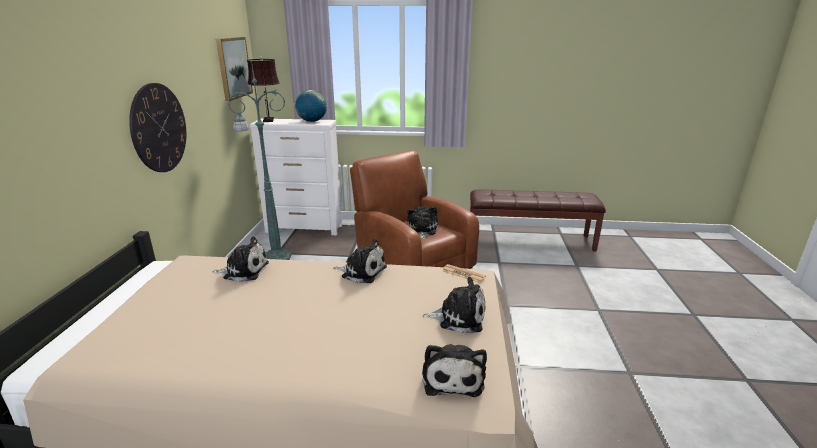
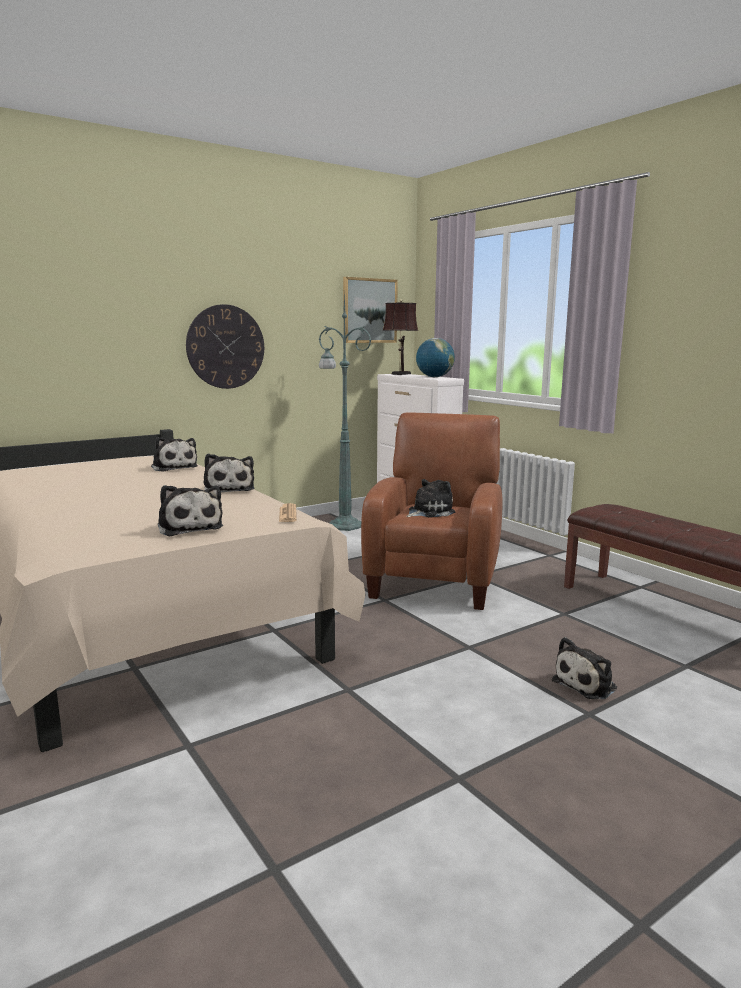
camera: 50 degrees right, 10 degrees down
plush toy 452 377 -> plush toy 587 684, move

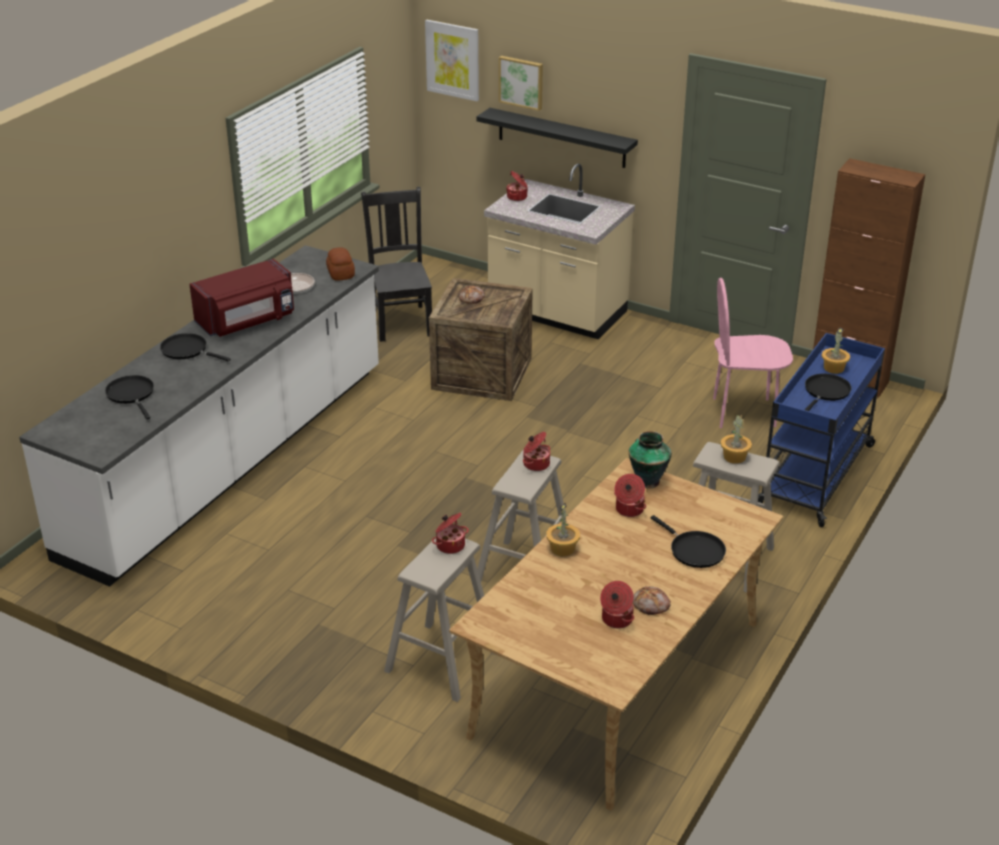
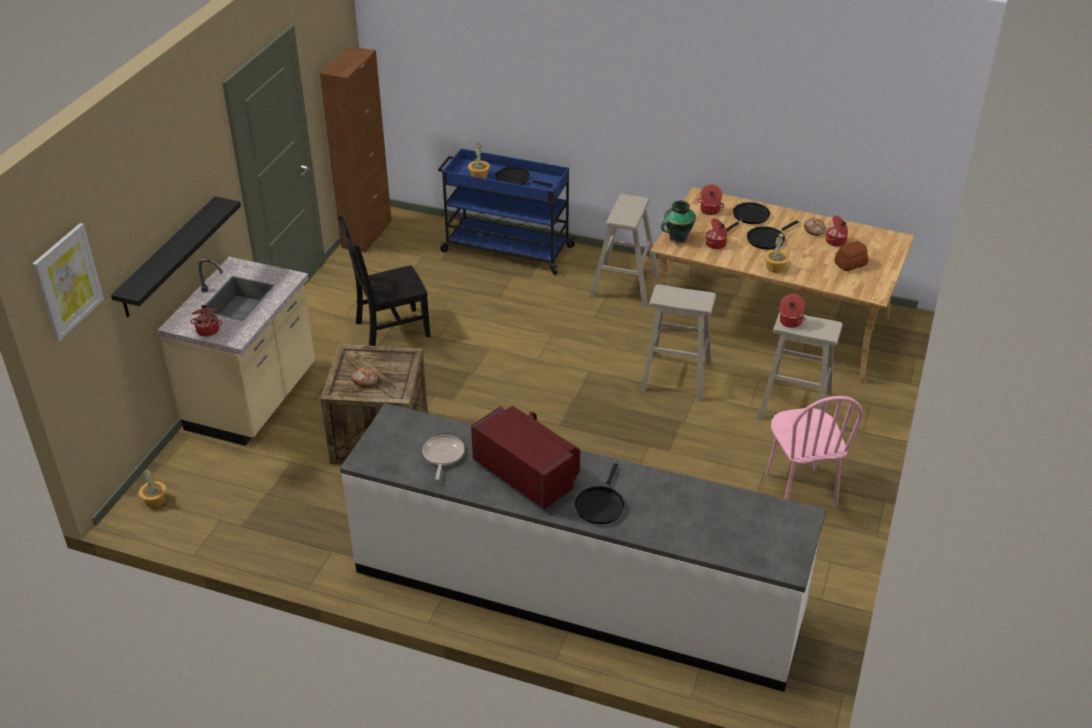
camera: 100 degrees left, 5 degrees up
picture 521 82 -> none
black frying pan 131 394 -> black frying pan 767 239, move
bread 341 273 -> bread 850 264, move
black chair 401 321 -> black chair 389 330, move
cooking pot 535 464 -> cooking pot 709 211, move
pink chair 744 412 -> pink chair 800 491, move
potted plant 734 457 -> potted plant 155 501, move

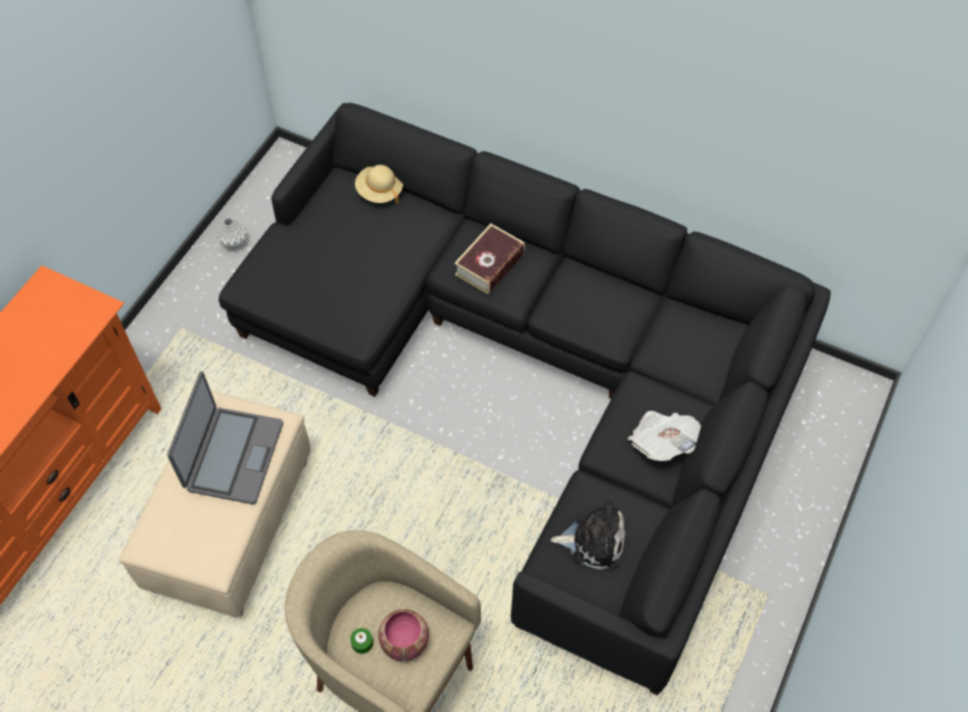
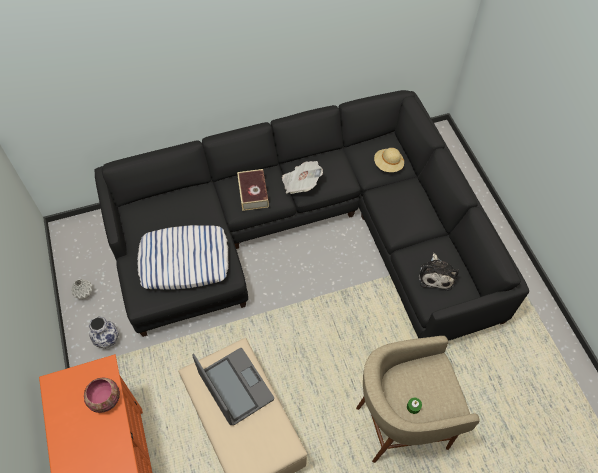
camera: 45 degrees left, 0 degrees up
none -> vase 108 340
none -> pillow 184 260
beige hat 379 191 -> beige hat 388 165, move
bowl 403 641 -> bowl 104 400, move
newspaper 662 442 -> newspaper 301 183, move
plush toy 593 541 -> plush toy 436 275, 135 degrees clockwise

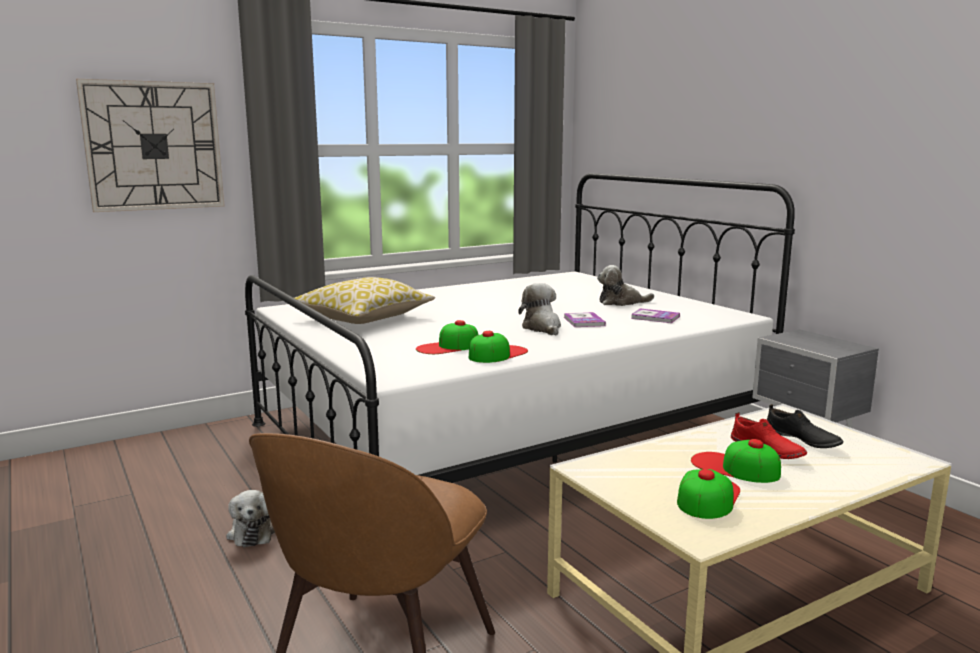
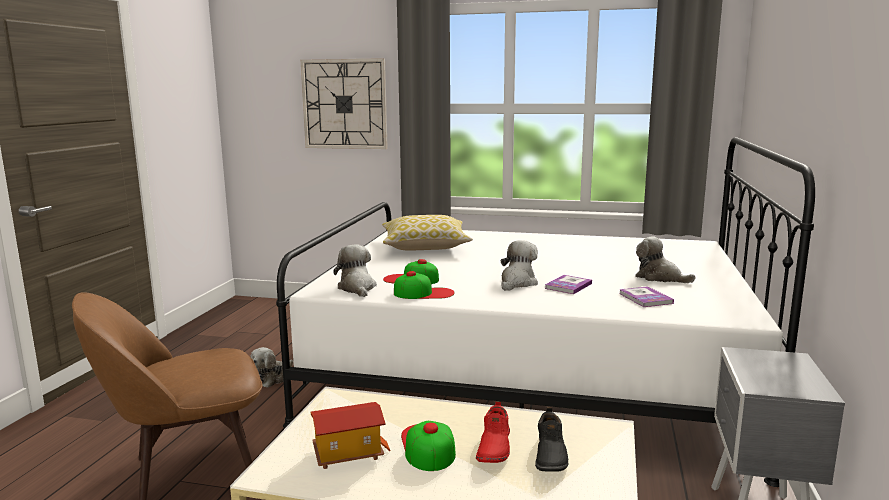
camera: 45 degrees right, 0 degrees up
none -> plush toy 357 288
cap 707 496 -> toy house 348 453

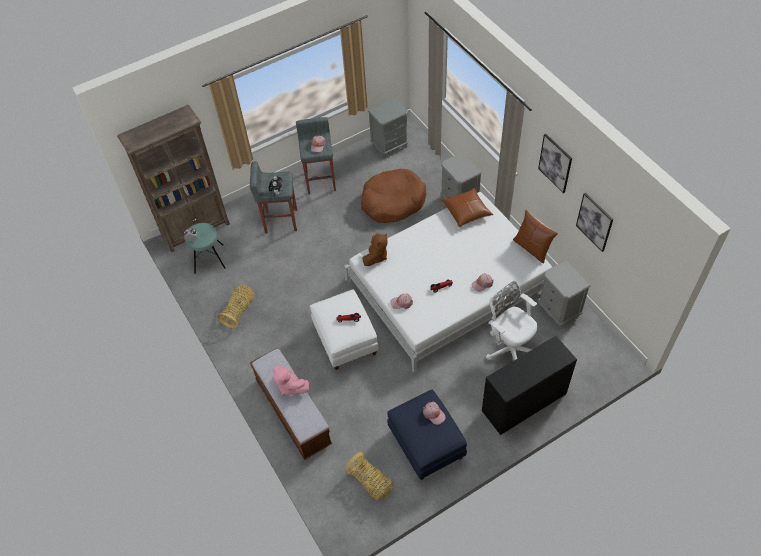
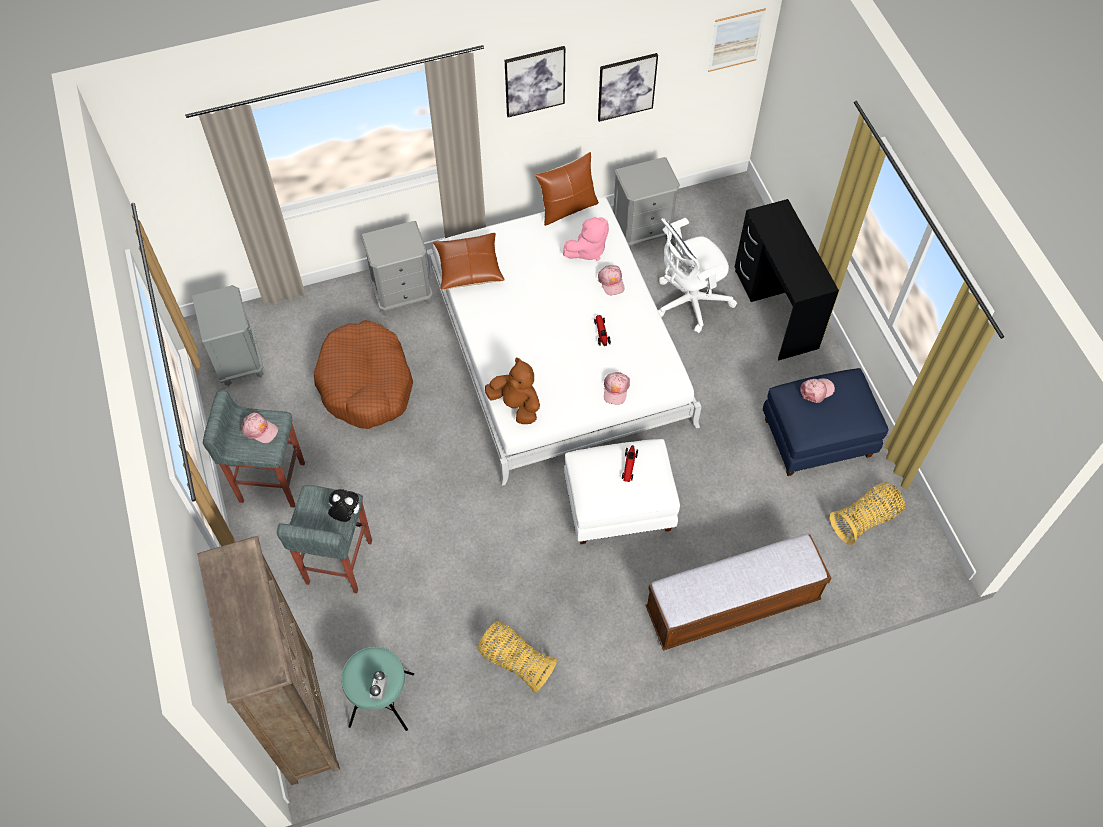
camera: 80 degrees left, 5 degrees up
none -> picture 736 40
pink plush toy 290 386 -> pink plush toy 588 250, move

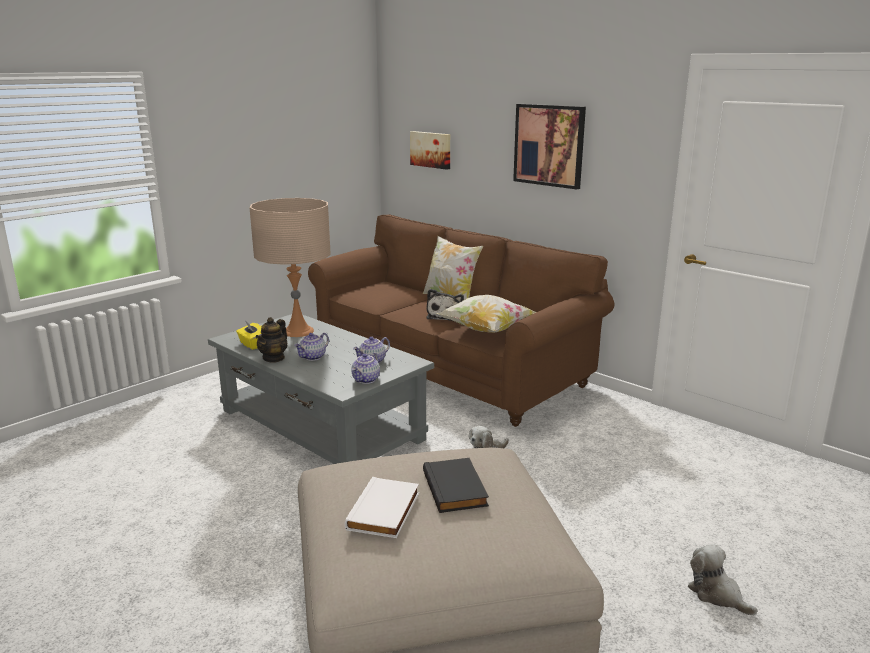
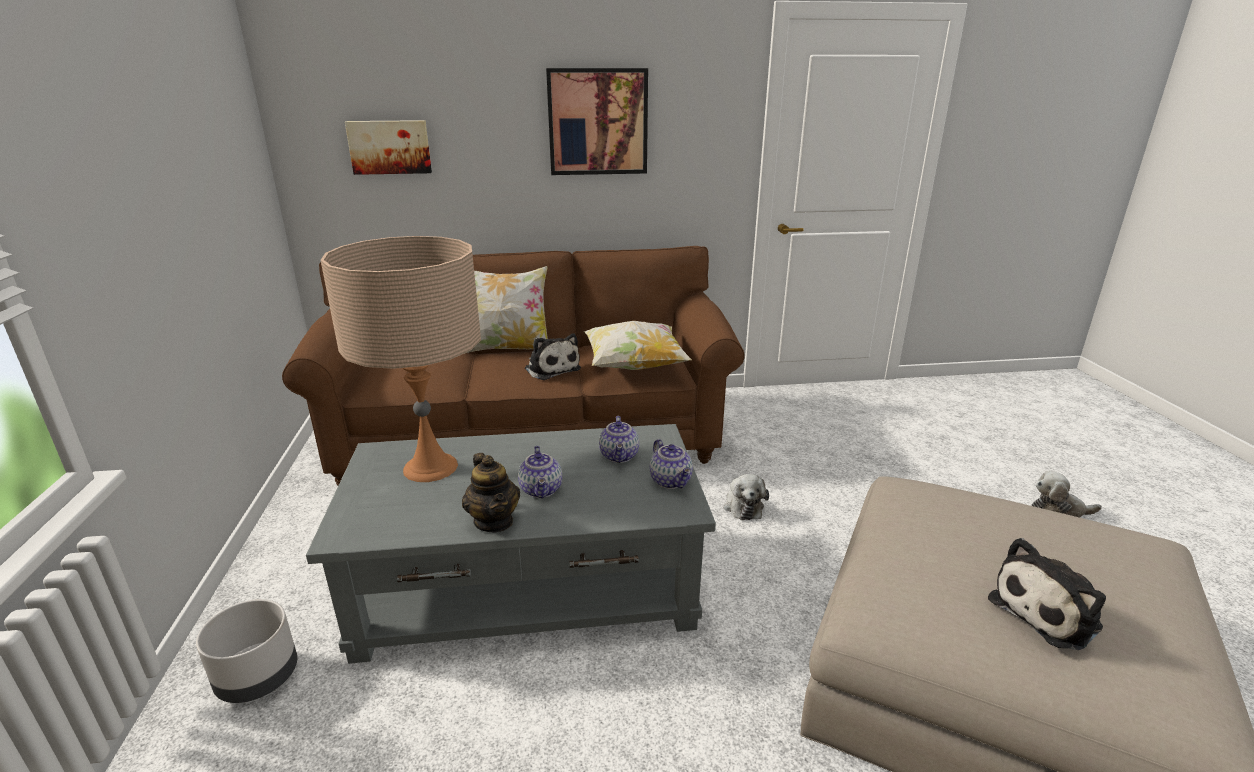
camera: 50 degrees left, 5 degrees up
yellow tissue box 252 344 -> none
black book 456 489 -> none
none -> grey planter 258 678
white book 385 512 -> plush toy 1048 612

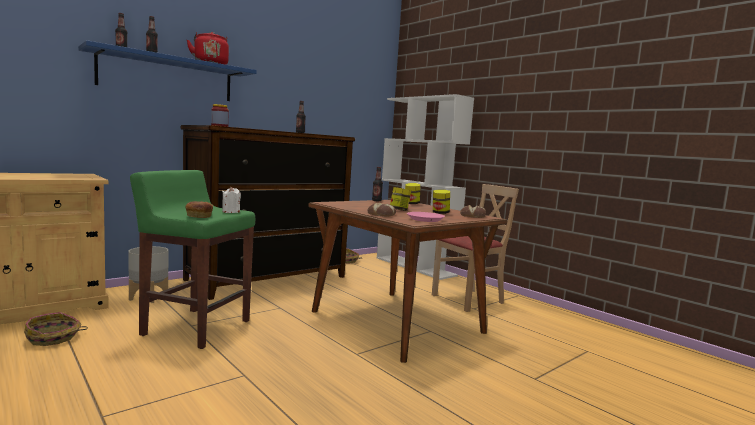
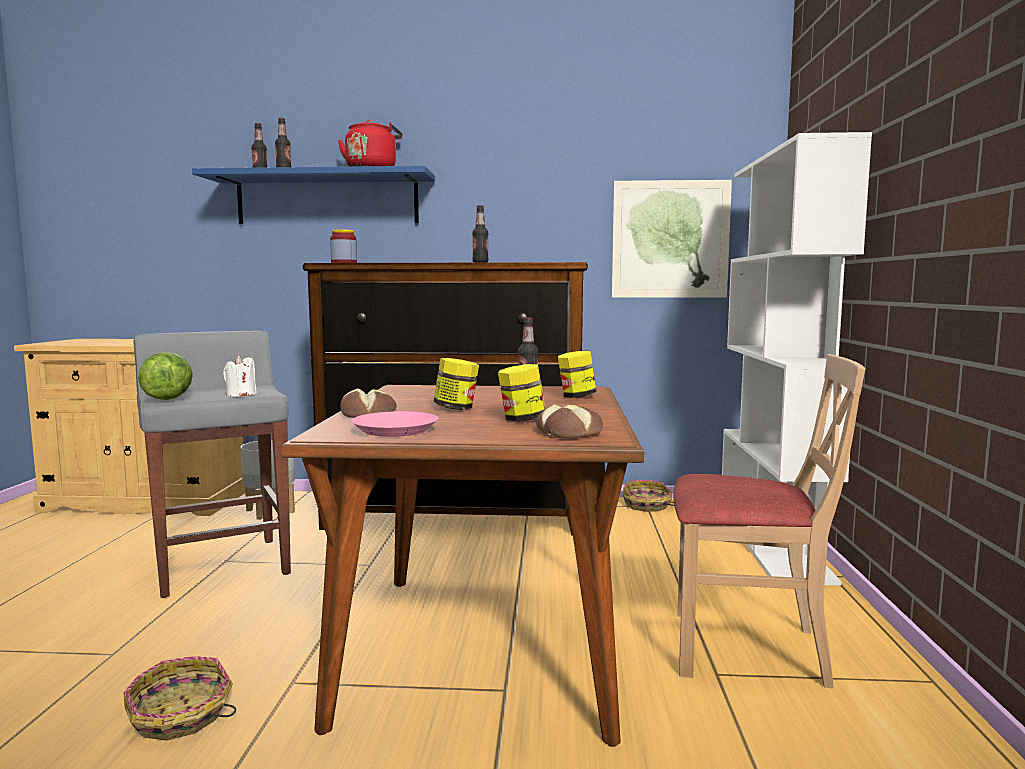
camera: 45 degrees right, 0 degrees up
none -> picture 670 239
basket 53 338 -> basket 181 716, move
bread 198 216 -> lettuce 167 398
green stool 195 327 -> grey stool 222 565

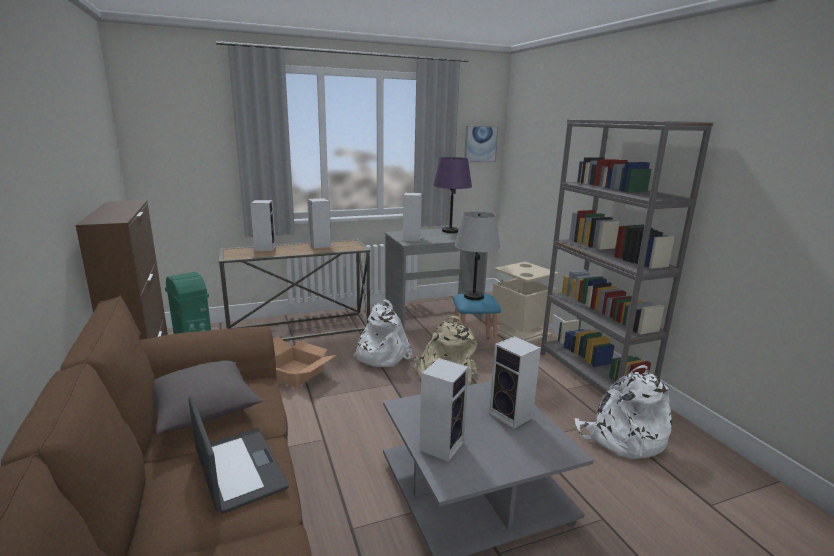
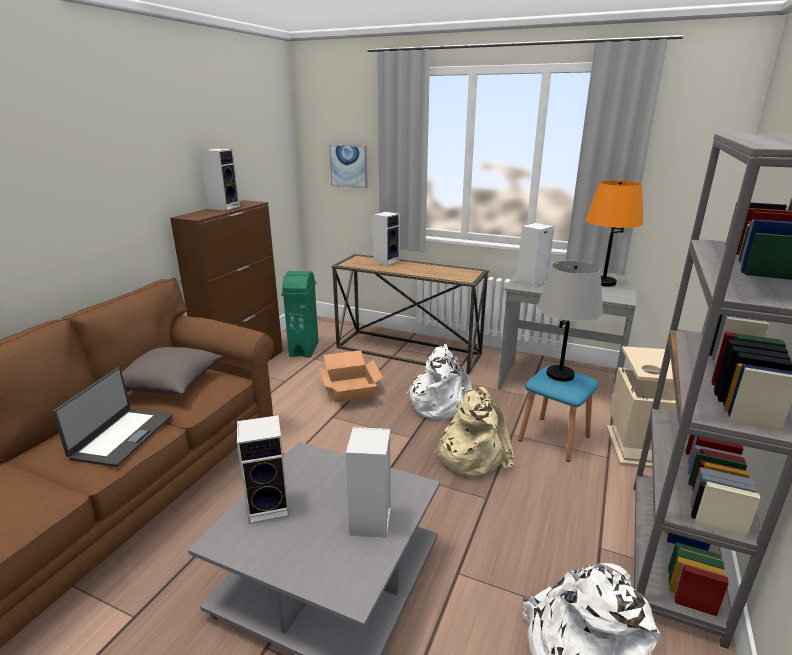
camera: 45 degrees right, 5 degrees up
speaker 319 245 -> speaker 224 207, move
picture 480 144 -> picture 349 166, move
purple table lamp 450 231 -> orange table lamp 603 282

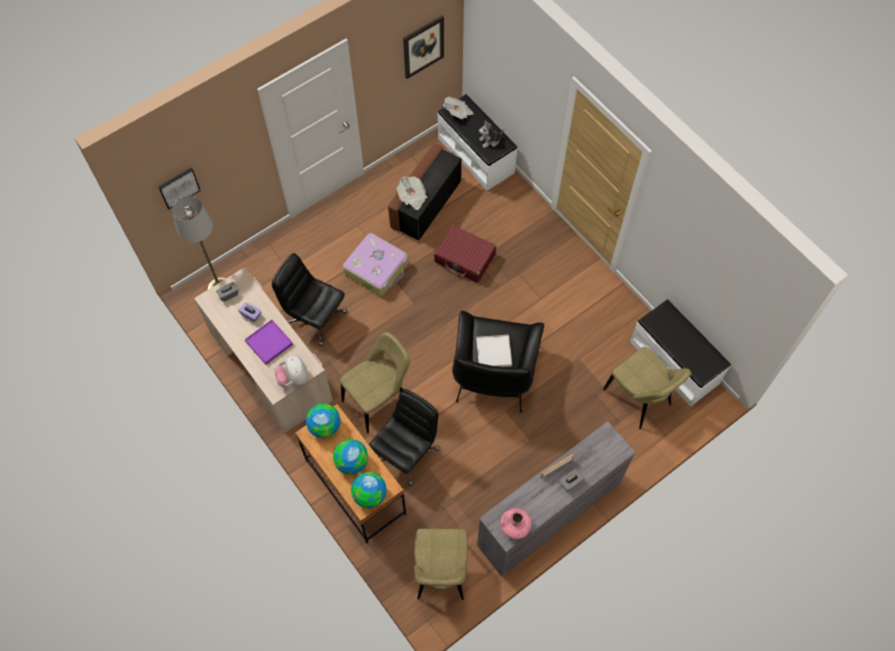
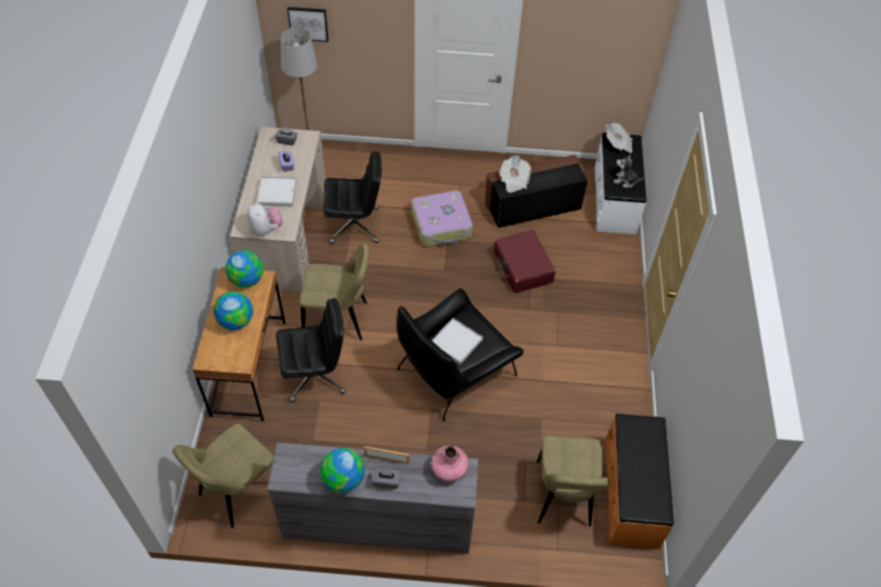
camera: 40 degrees right, 10 degrees down
picture 423 47 -> none
globe 370 495 -> globe 343 480, move
pink vase 515 526 -> pink vase 449 470, move
purple tray 269 343 -> white tray 277 193
white bench 674 362 -> orange bench 632 493
black office chair 314 318 -> black office chair 355 225, 105 degrees clockwise
plush toy 293 378 -> plush toy 265 229, 135 degrees clockwise

